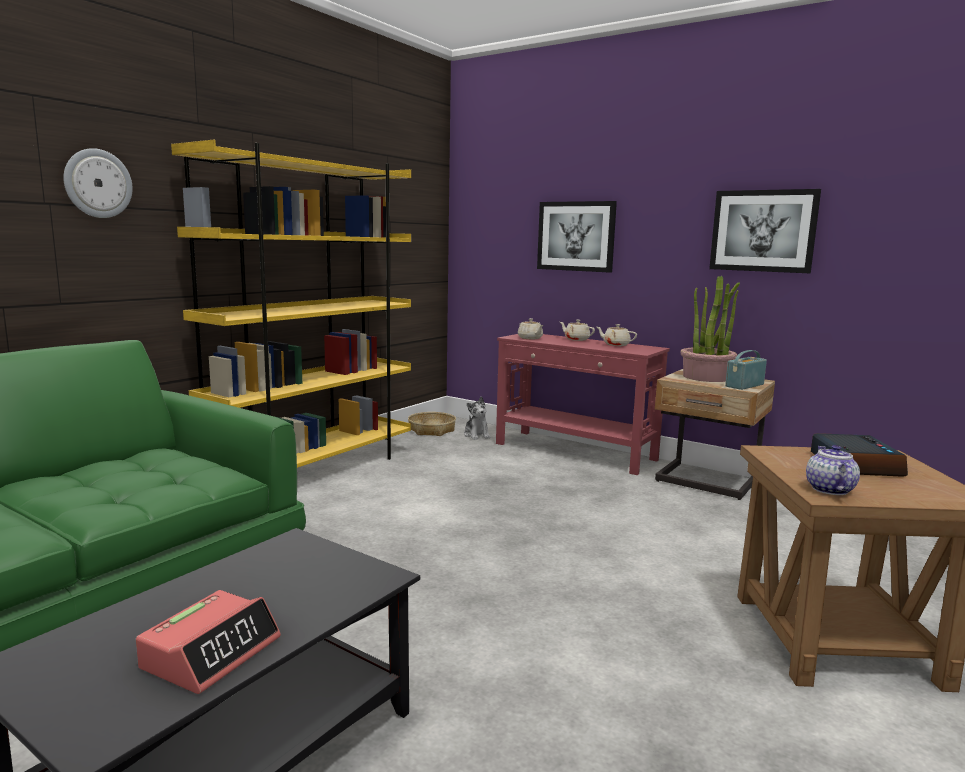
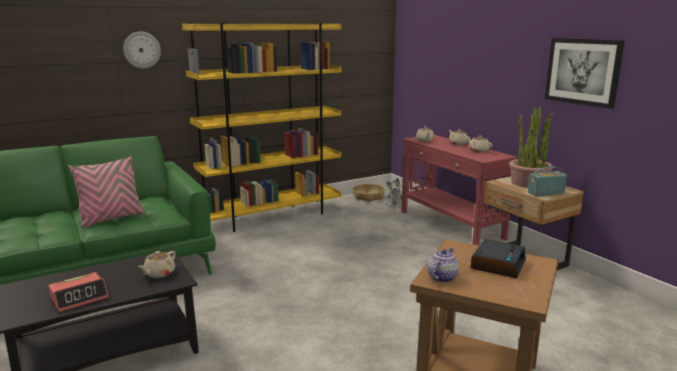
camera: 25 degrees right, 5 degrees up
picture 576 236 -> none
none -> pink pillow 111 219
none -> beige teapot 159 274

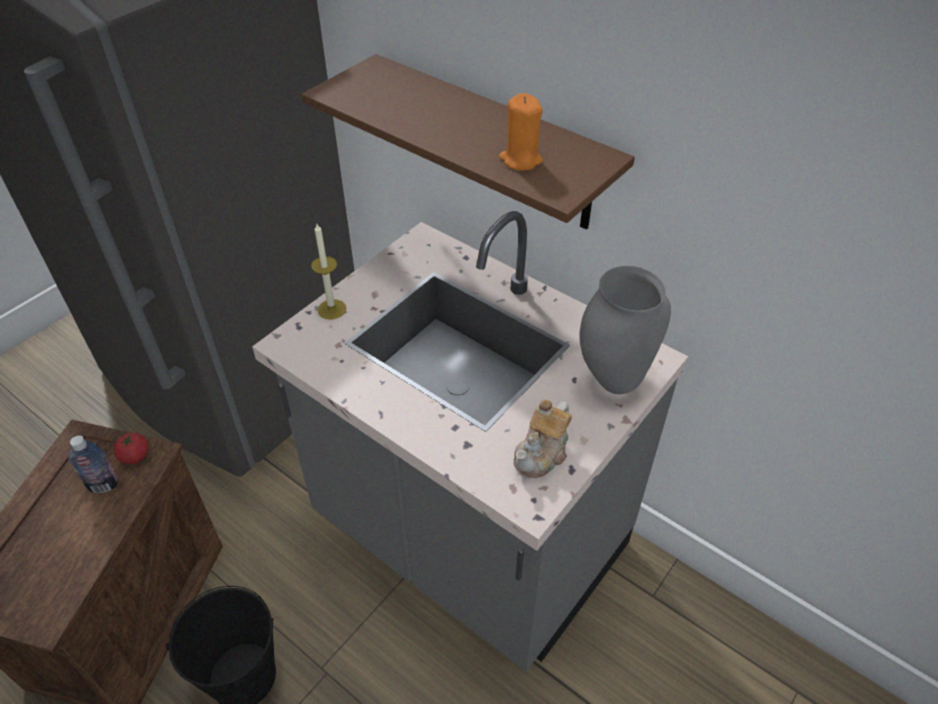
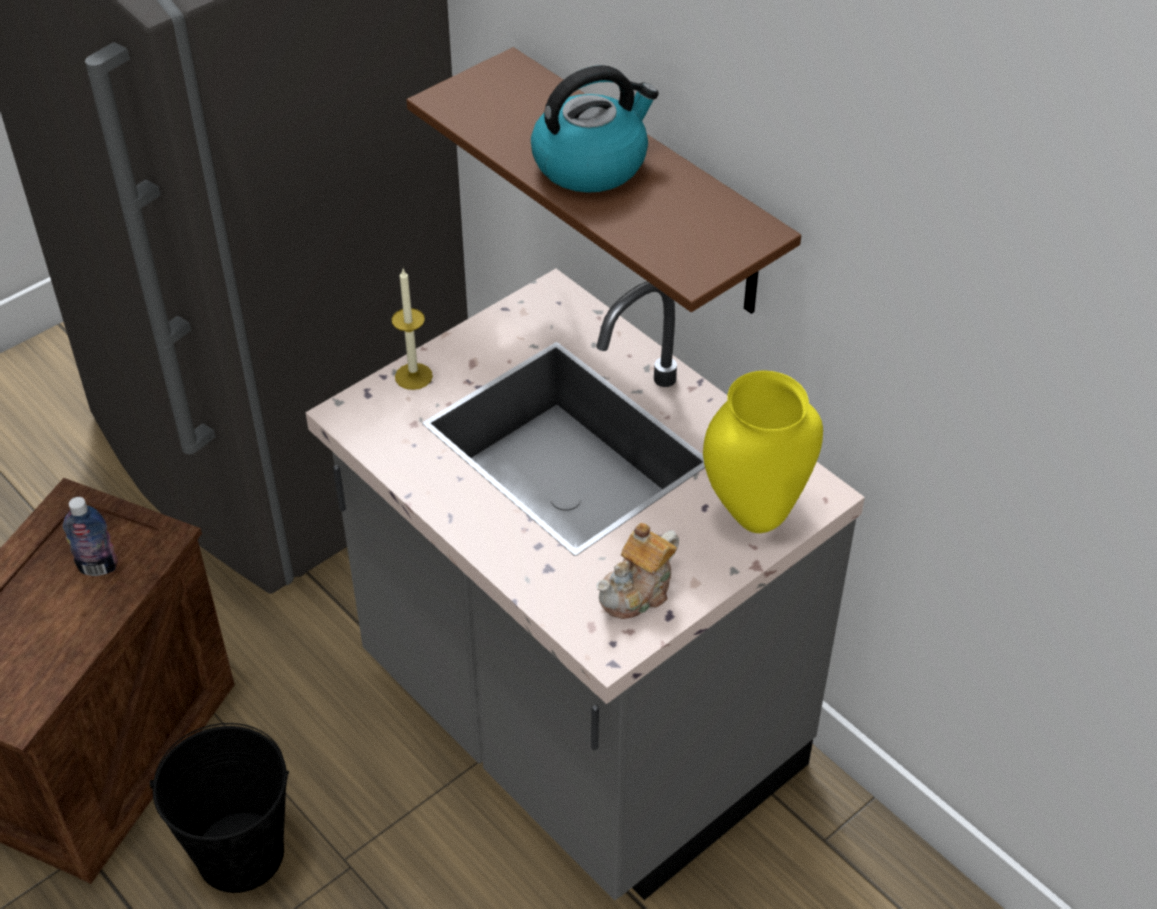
camera: 10 degrees right, 0 degrees up
tomato 135 456 -> none
orange candle 520 159 -> none
none -> kettle 591 163
grey vase 612 380 -> yellow vase 754 514

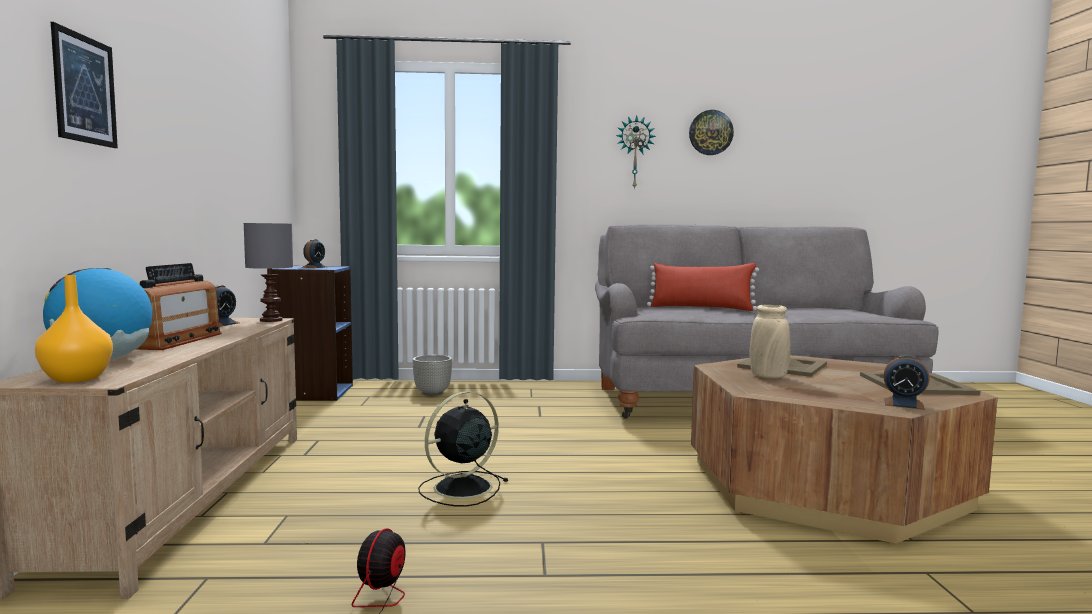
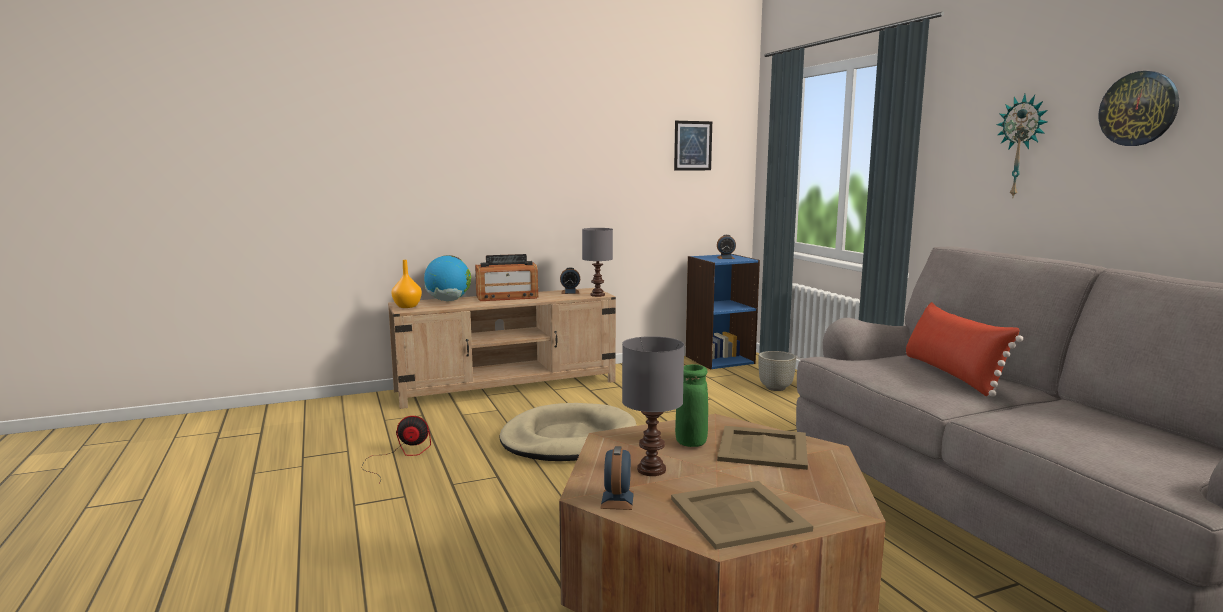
camera: 70 degrees right, 5 degrees up
none -> grey table lamp 651 469
picture 85 89 -> picture 693 145, move
black fan 460 488 -> beige dog bed 568 439
beige vase 768 376 -> green vase 691 442

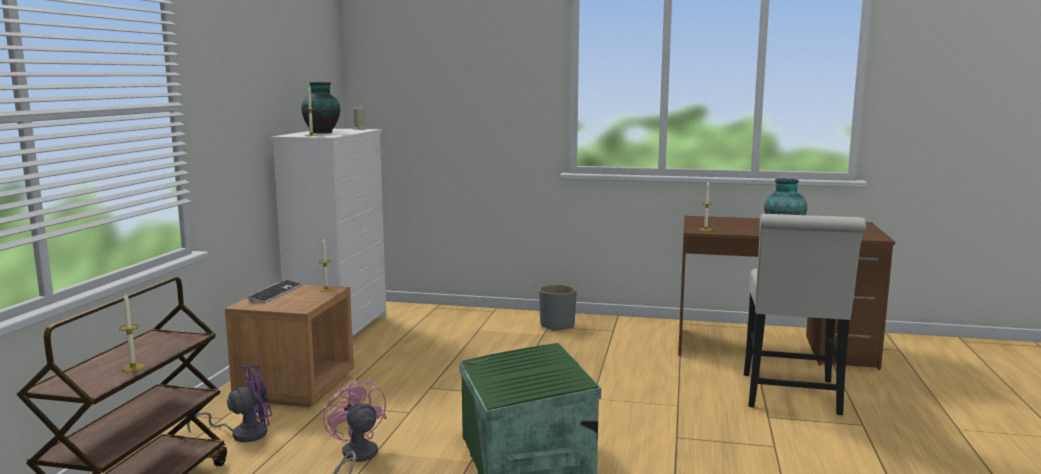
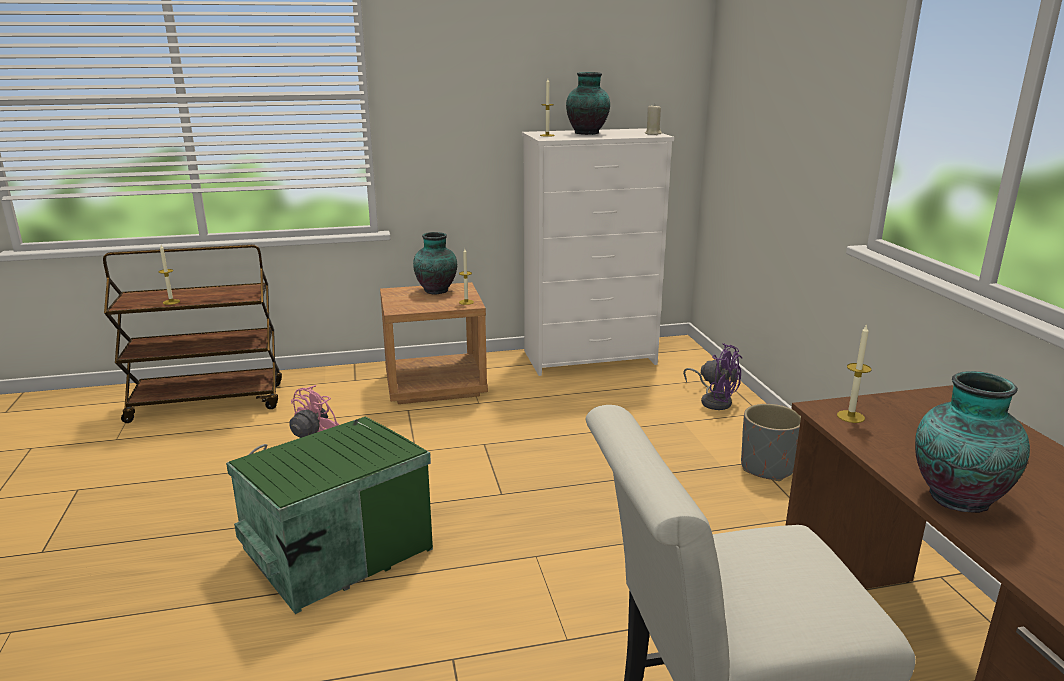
camera: 65 degrees right, 10 degrees up
purple fan 243 433 -> purple fan 714 400, move
keyboard 275 293 -> vase 437 290

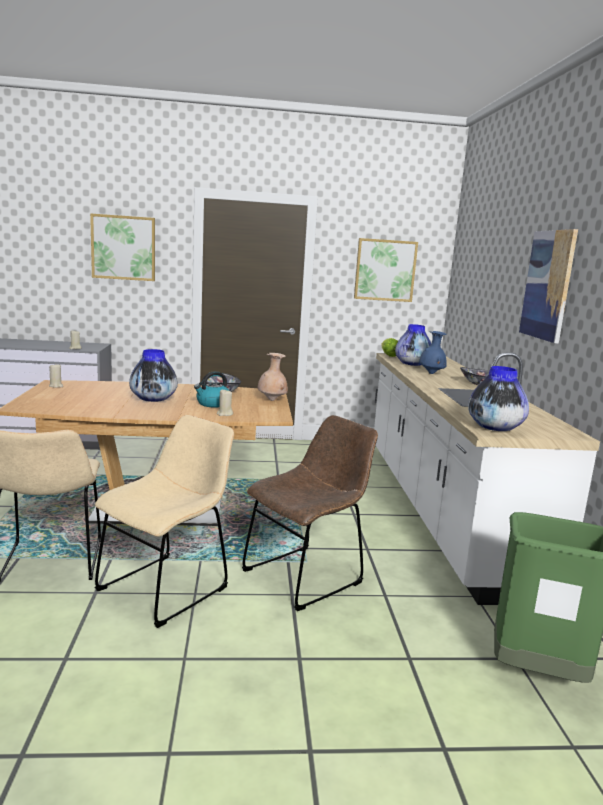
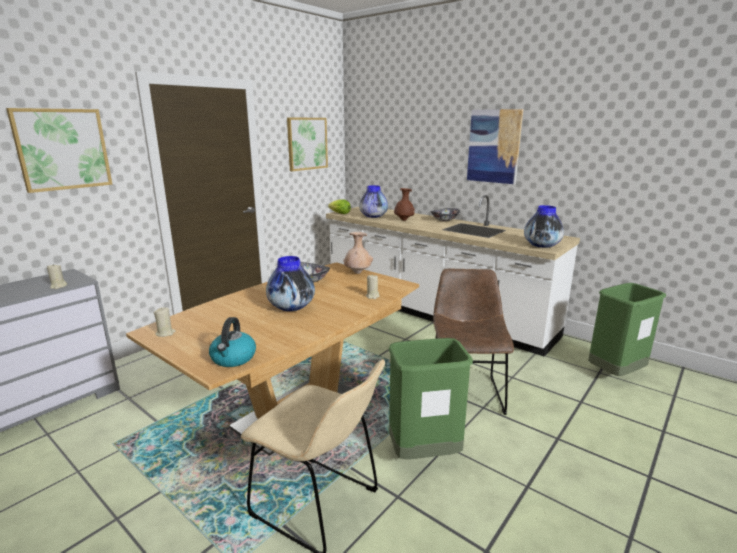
camera: 45 degrees left, 5 degrees up
kettle 213 404 -> kettle 233 358, move
beige chair 168 586 -> green trash can 424 454
blue vase 431 373 -> brown vase 404 220

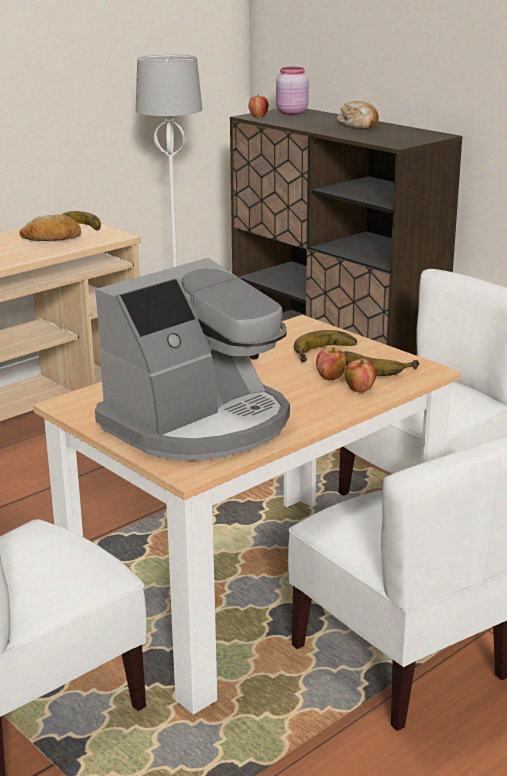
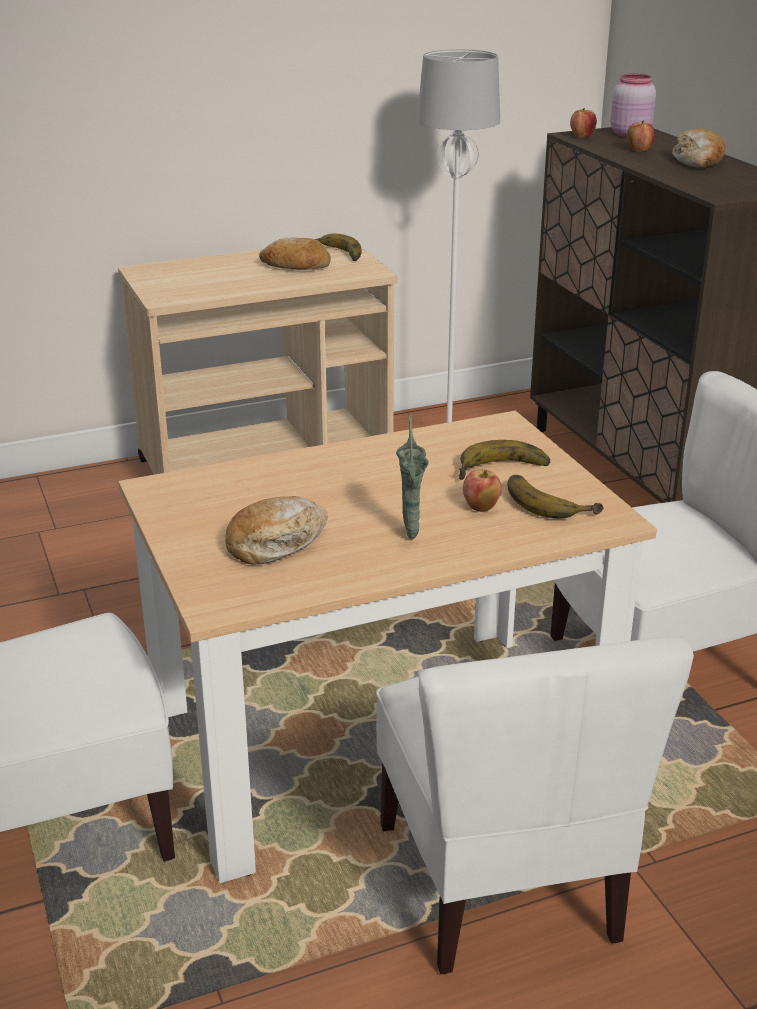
camera: 20 degrees right, 5 degrees up
none -> green vase 411 538
apple 359 390 -> apple 639 150, move
coffee machine 199 424 -> bread 276 542

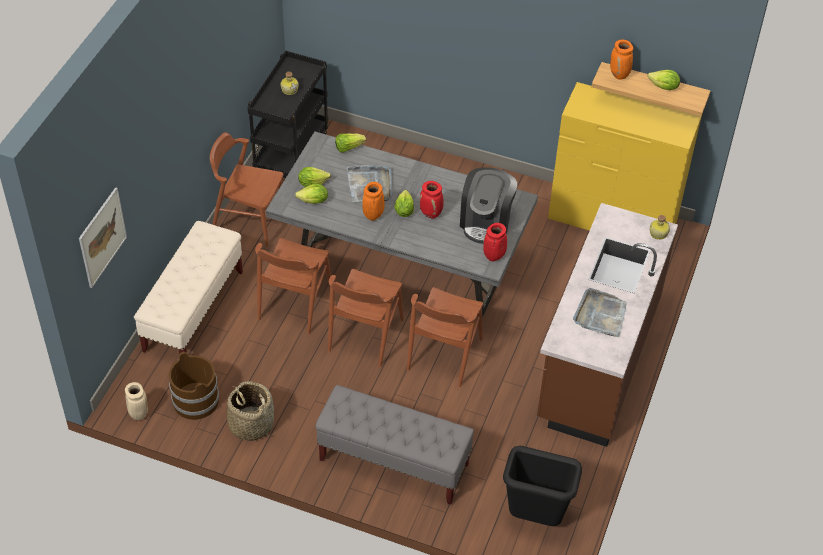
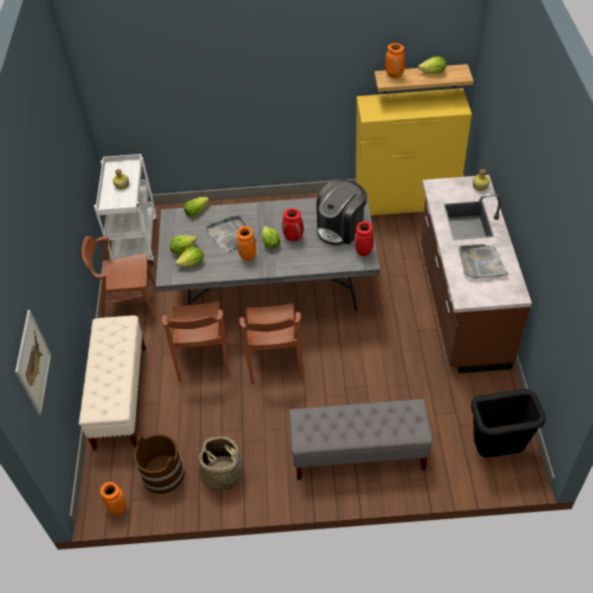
camera: 20 degrees left, 0 degrees up
brown chair 444 354 -> none
beige vase 138 413 -> orange vase 117 507
black cart 290 153 -> white cart 135 240
coffee machine 486 222 -> coffee machine 341 228, 45 degrees clockwise

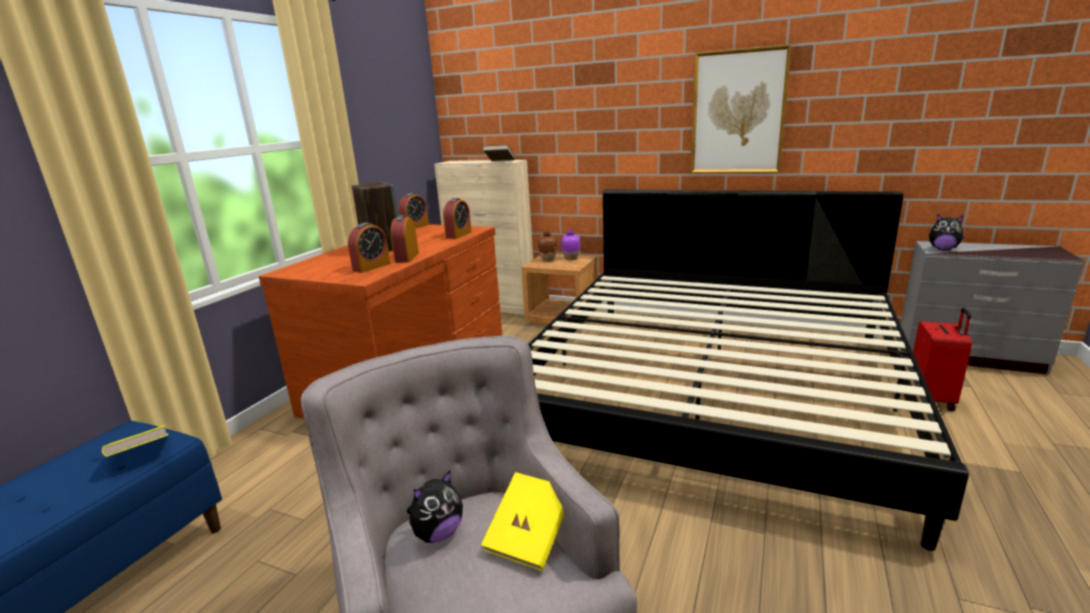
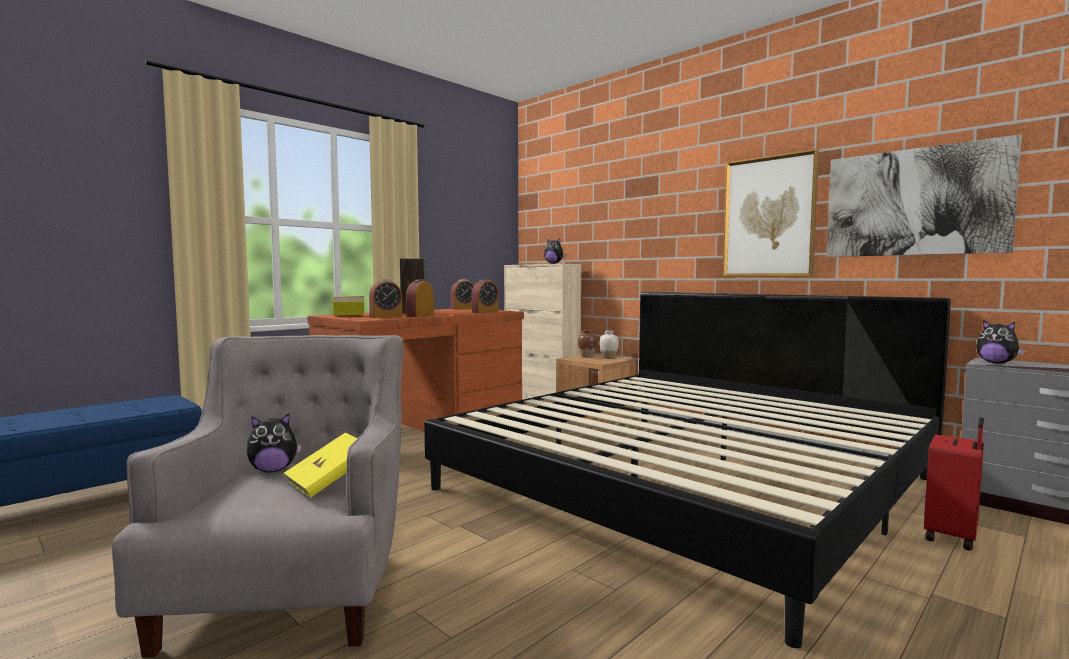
camera: 20 degrees right, 15 degrees down
none -> picture 914 202
yellow book 142 455 -> yellow book 348 316, move
brown book 499 162 -> plush toy 554 263
purple vase 571 258 -> white vase 608 358

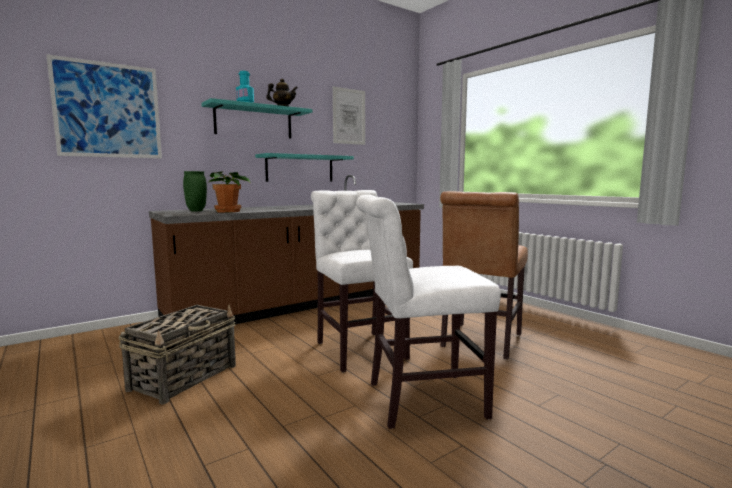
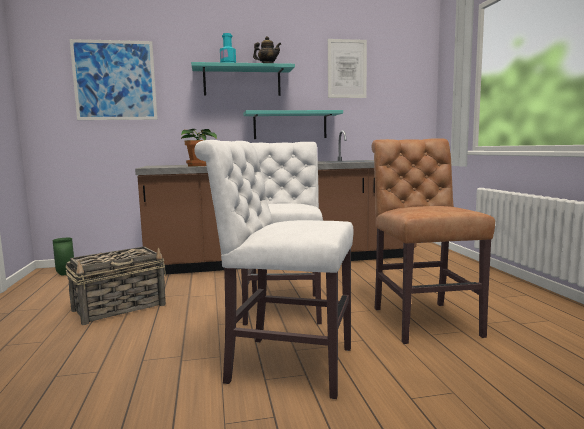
camera: 25 degrees right, 0 degrees up
green vase 195 211 -> green vase 65 274, move
brown chair 480 342 -> brown chair 422 320, 120 degrees clockwise

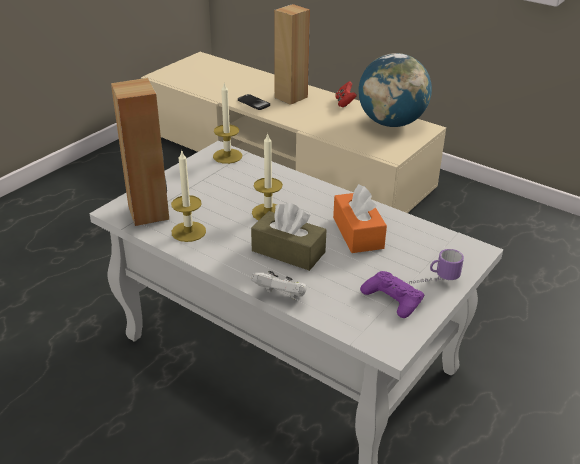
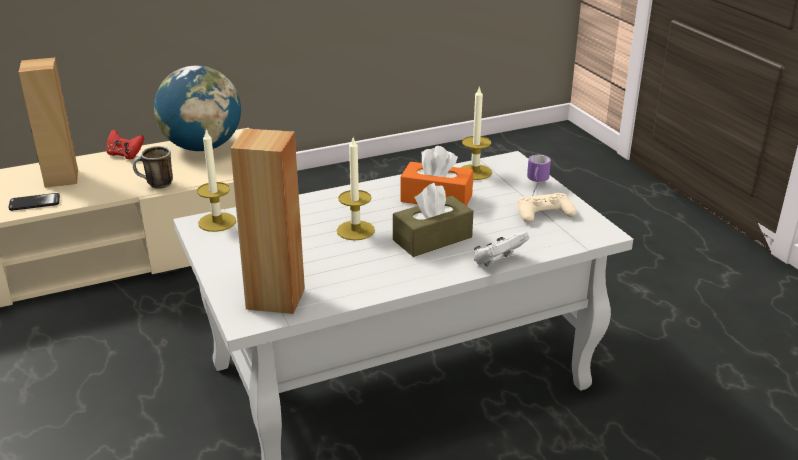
camera: 60 degrees left, 5 degrees down
none -> mug 155 185
candle 188 231 -> candle 475 172, move
purple game controller 392 299 -> beige game controller 544 213

